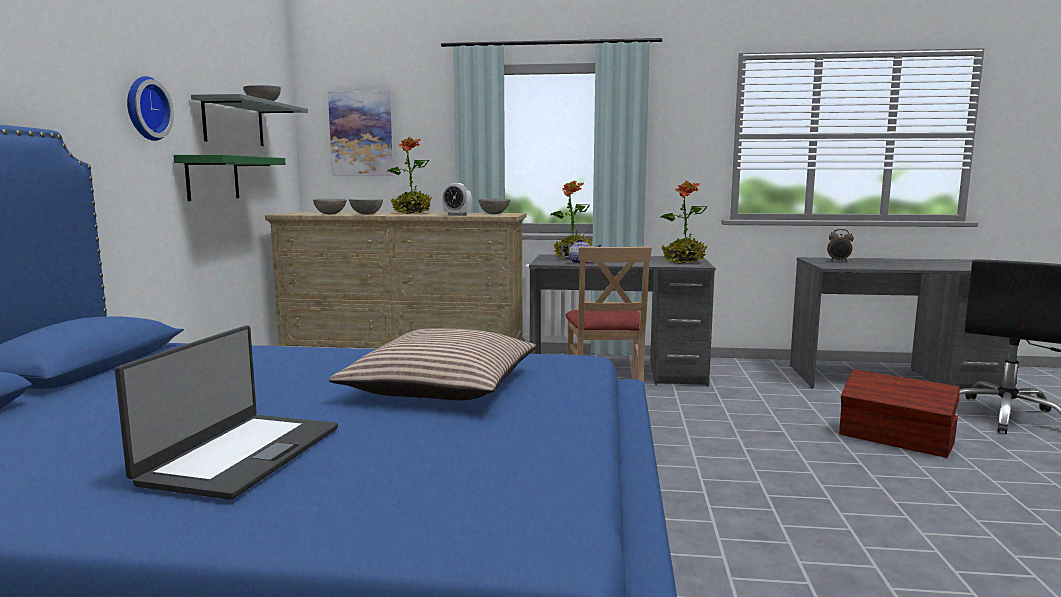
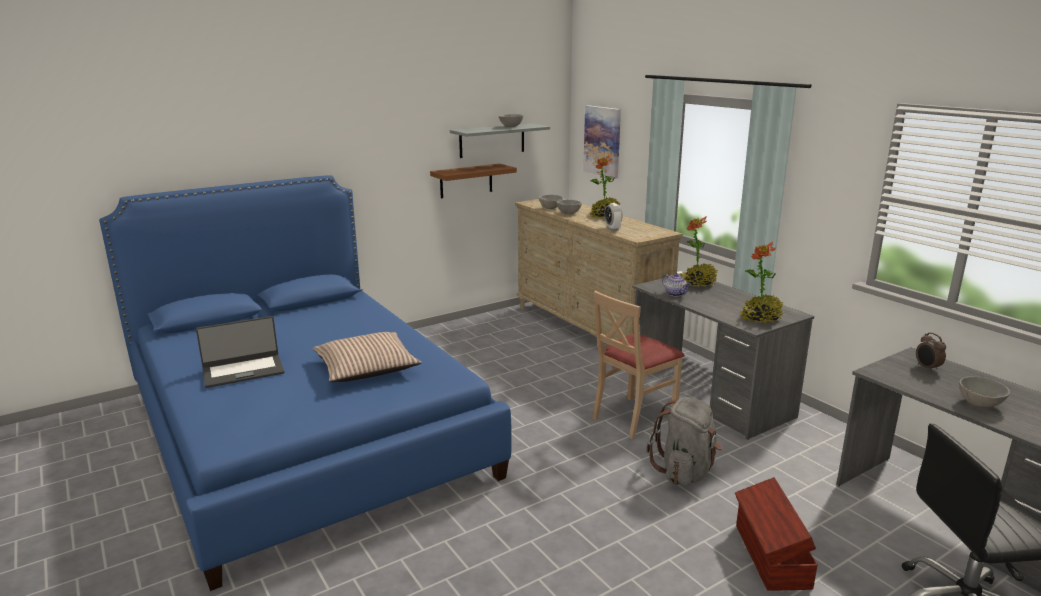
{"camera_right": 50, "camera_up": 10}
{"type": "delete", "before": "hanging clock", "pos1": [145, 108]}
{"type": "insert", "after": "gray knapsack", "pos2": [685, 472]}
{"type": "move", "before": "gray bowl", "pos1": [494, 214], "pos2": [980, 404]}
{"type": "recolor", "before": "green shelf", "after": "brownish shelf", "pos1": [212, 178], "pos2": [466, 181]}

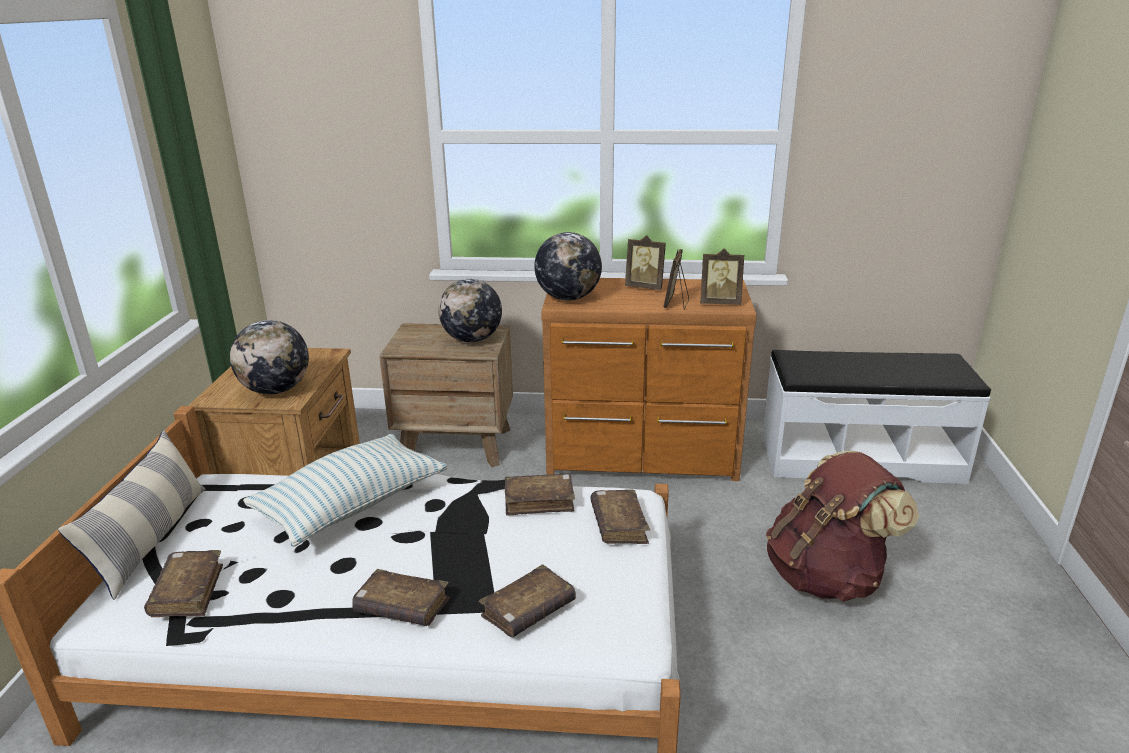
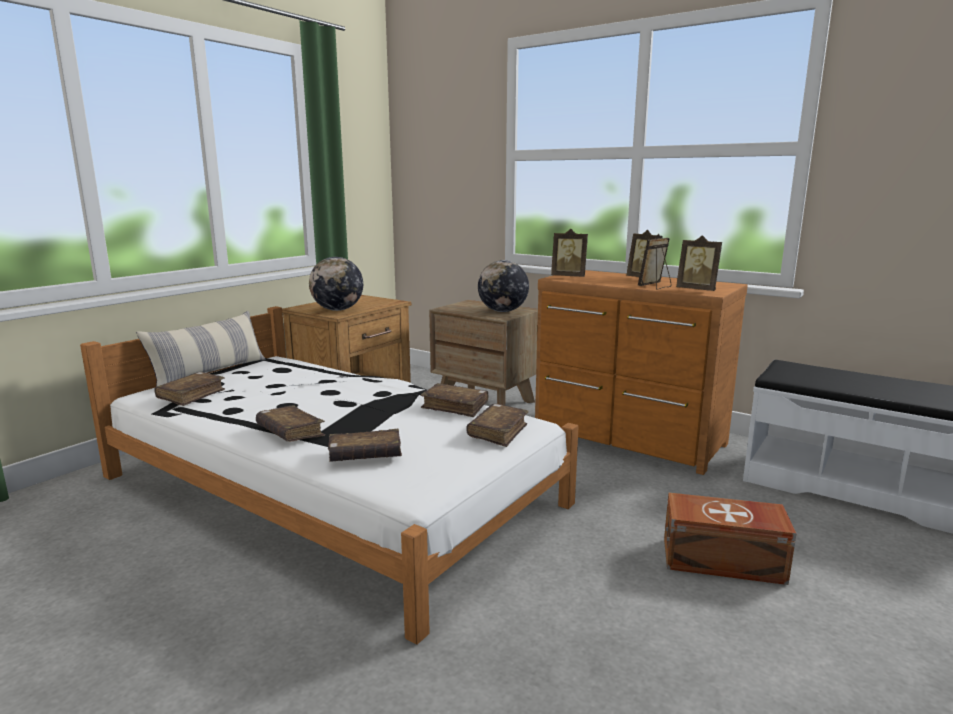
{"camera_right": 30, "camera_up": -10}
{"type": "delete", "before": "pillow", "pos1": [352, 505]}
{"type": "replace", "before": "desk globe", "after": "standing frame", "pos1": [568, 298], "pos2": [569, 277]}
{"type": "replace", "before": "brownish knapsack", "after": "brownish storage box", "pos1": [827, 576], "pos2": [724, 561]}

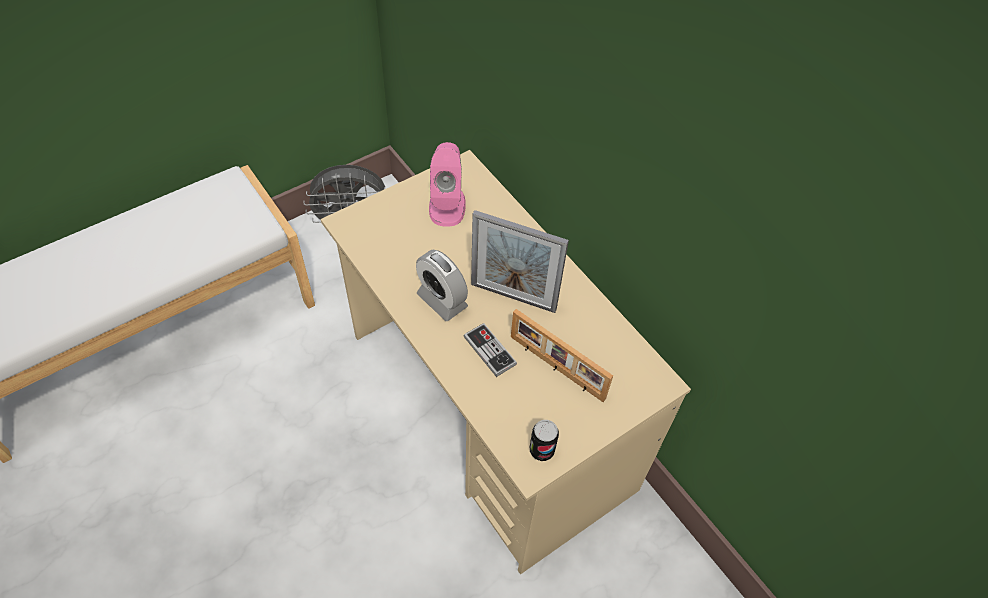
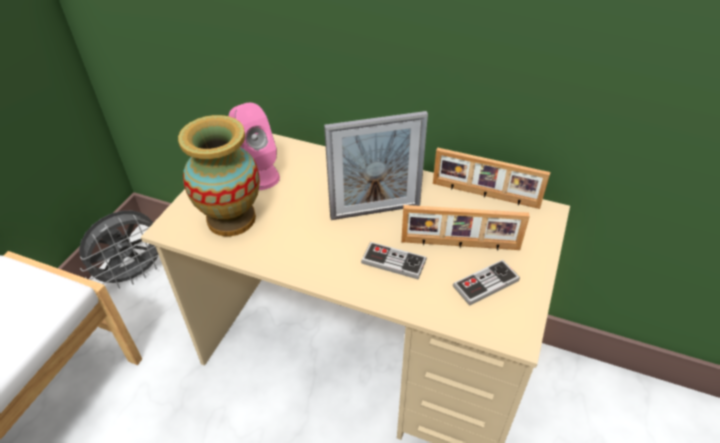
{"camera_right": -30, "camera_up": -10}
{"type": "delete", "before": "alarm clock", "pos1": [442, 300]}
{"type": "delete", "before": "sealed can", "pos1": [542, 450]}
{"type": "insert", "after": "vase", "pos2": [232, 219]}
{"type": "insert", "after": "standing frame", "pos2": [485, 195]}
{"type": "insert", "after": "gamepad", "pos2": [485, 283]}

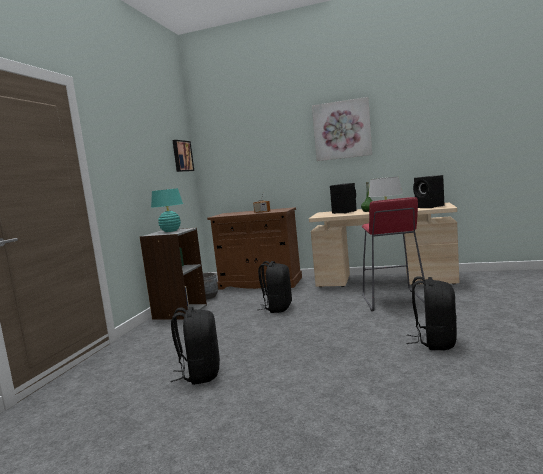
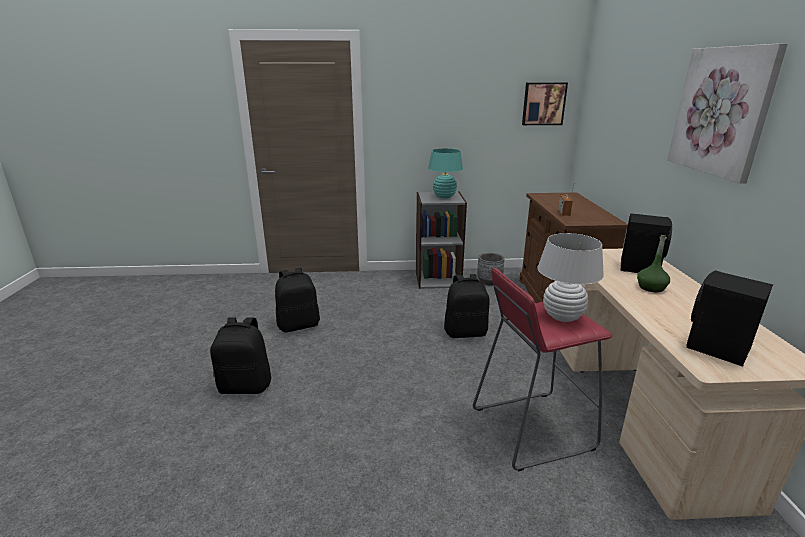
{"camera_right": 70, "camera_up": 15}
{"type": "move", "before": "blackish knapsack", "pos1": [434, 342], "pos2": [246, 386]}

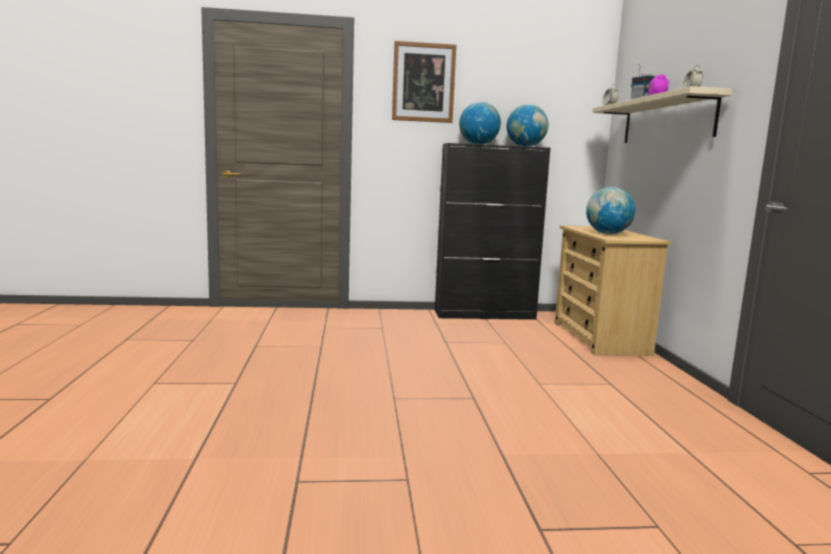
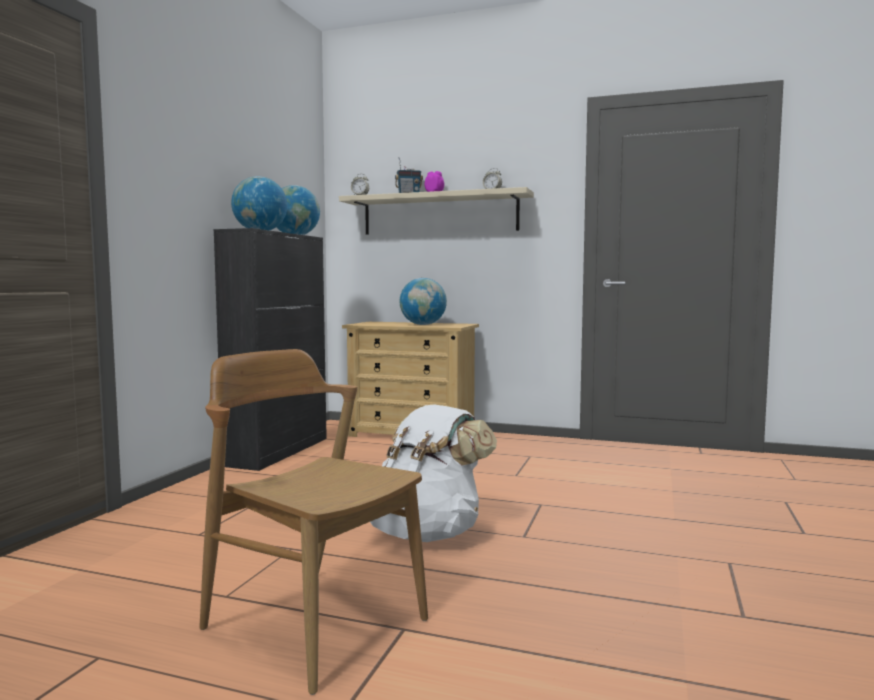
{"camera_right": -65, "camera_up": -5}
{"type": "delete", "before": "picture", "pos1": [423, 82]}
{"type": "insert", "after": "brownish chair", "pos2": [314, 623]}
{"type": "insert", "after": "white-coloured knapsack", "pos2": [427, 533]}

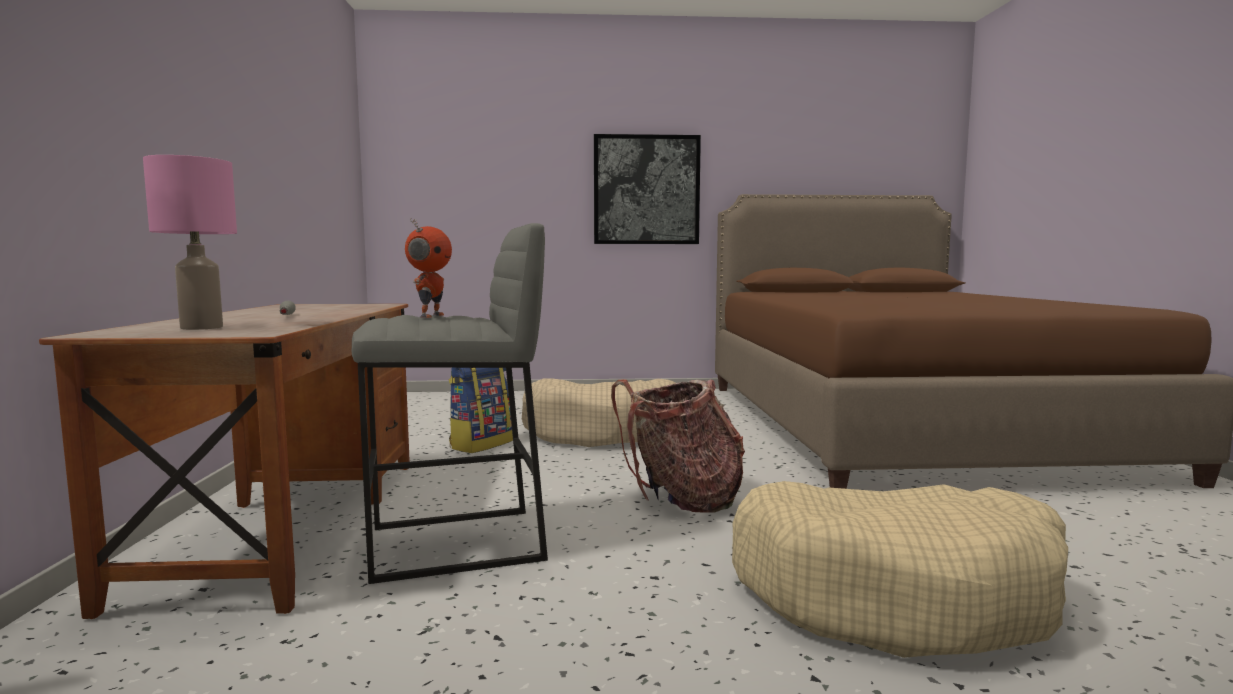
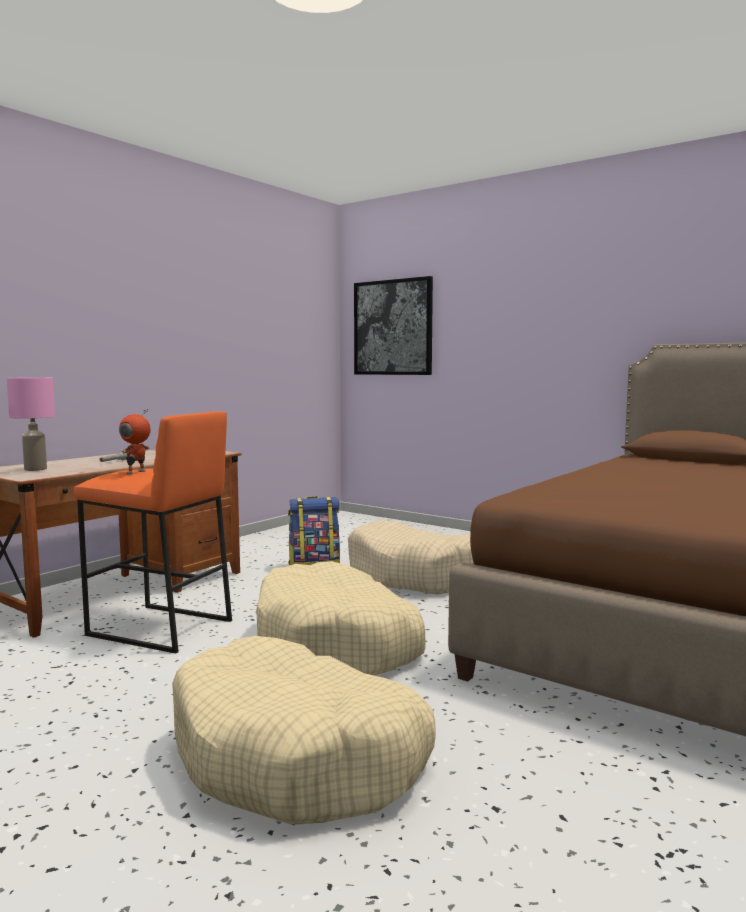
{"camera_right": 40, "camera_up": 0}
{"type": "move", "before": "picture", "pos1": [646, 190], "pos2": [393, 327]}
{"type": "replace", "before": "knapsack", "after": "sand-coloured dog cushion", "pos1": [681, 499], "pos2": [338, 643]}
{"type": "recolor", "before": "gray stool seat", "after": "orange stool seat", "pos1": [456, 544], "pos2": [159, 628]}
{"type": "rotate", "before": "robot figure", "pos1": [430, 316], "pos2": [137, 472], "turn": 150}

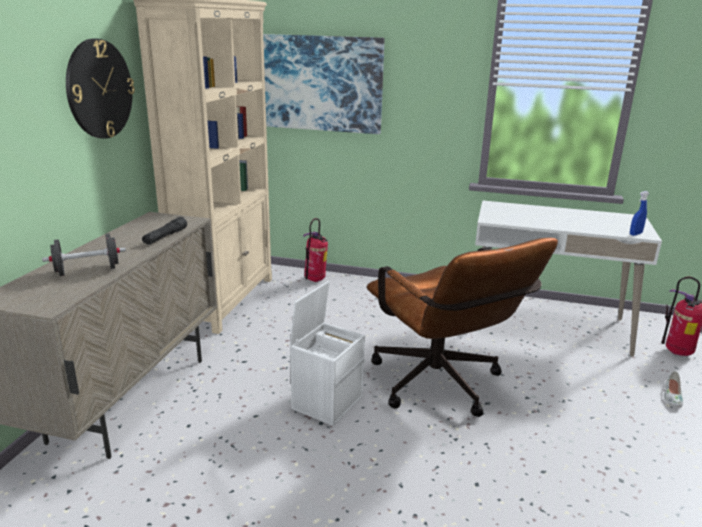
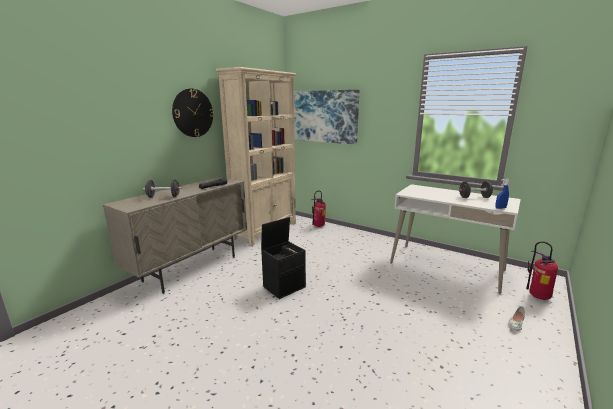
{"camera_right": 20, "camera_up": -5}
{"type": "delete", "before": "brownish computer chair", "pos1": [442, 387]}
{"type": "insert", "after": "blackish hand weight", "pos2": [474, 197]}
{"type": "recolor", "before": "white-coloured storage box", "after": "blackish storage box", "pos1": [327, 401], "pos2": [284, 286]}

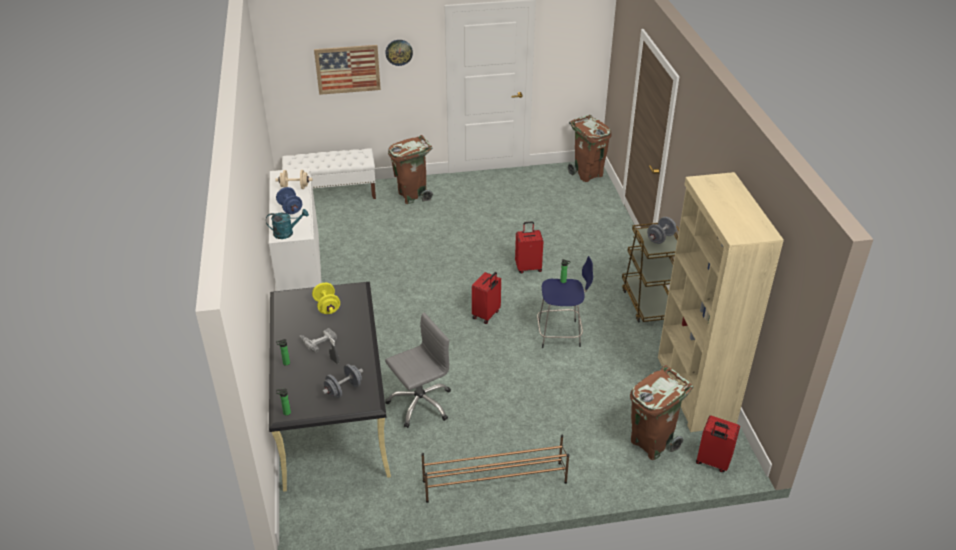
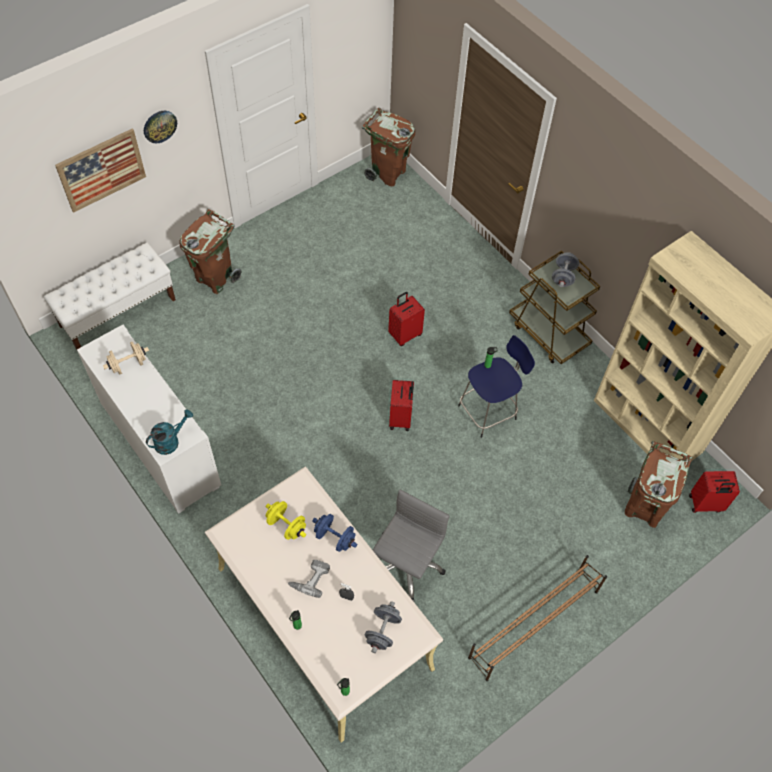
{"camera_right": -30, "camera_up": 20}
{"type": "move", "before": "bluish hand weight", "pos1": [290, 209], "pos2": [335, 538]}
{"type": "recolor", "before": "blackish desk table", "after": "sand-coloured desk table", "pos1": [332, 410], "pos2": [323, 617]}

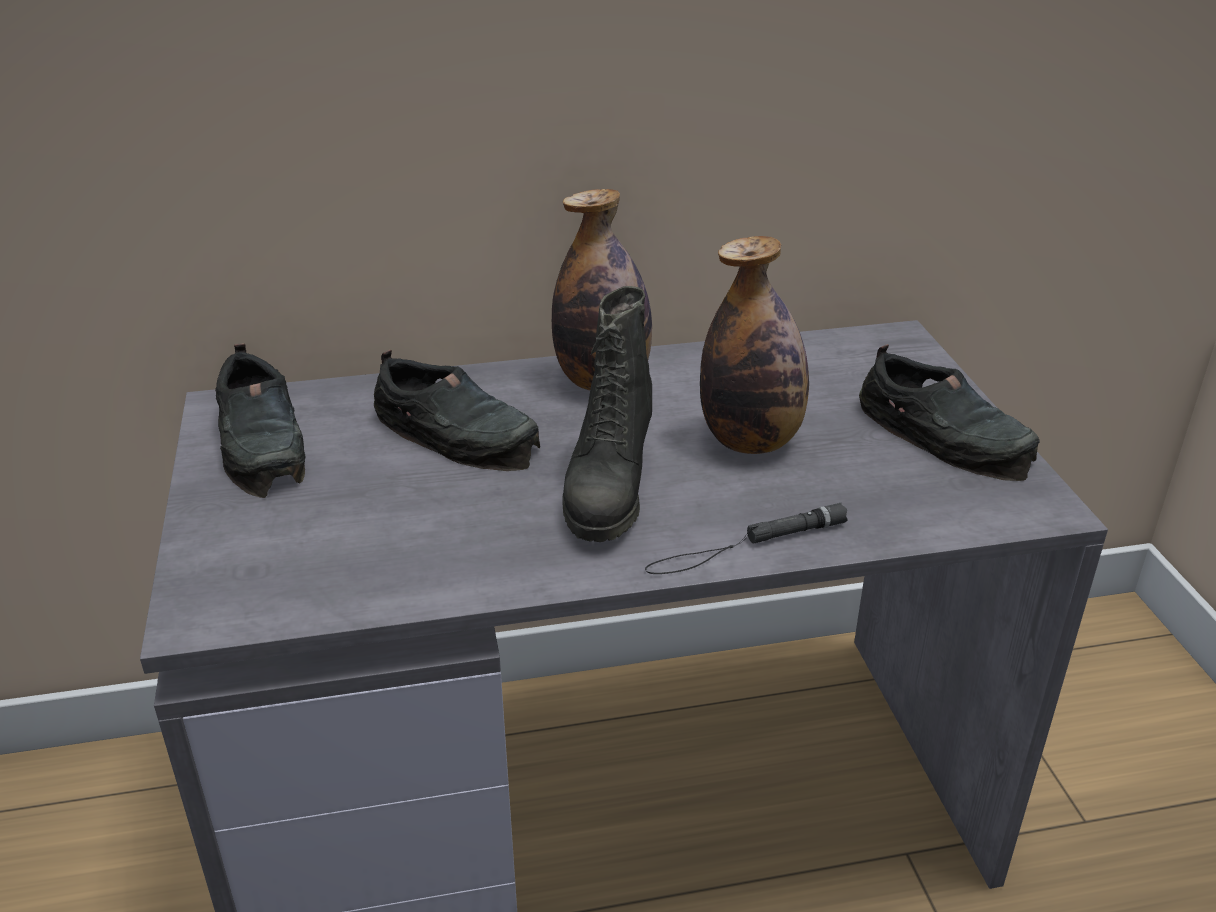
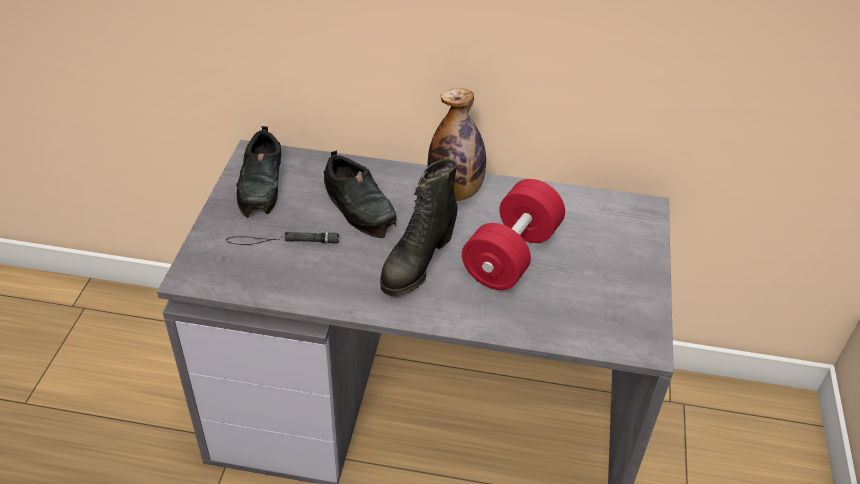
{"camera_right": 20, "camera_up": 10}
{"type": "delete", "before": "blackish item of footwear", "pos1": [945, 435]}
{"type": "move", "before": "blackish flashlight", "pos1": [746, 546], "pos2": [282, 241]}
{"type": "replace", "before": "bottle", "after": "reddish hand weight", "pos1": [751, 441], "pos2": [511, 255]}

